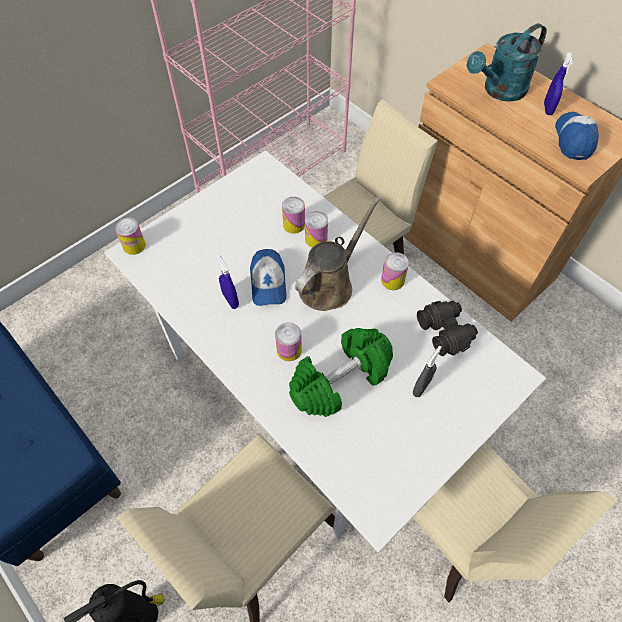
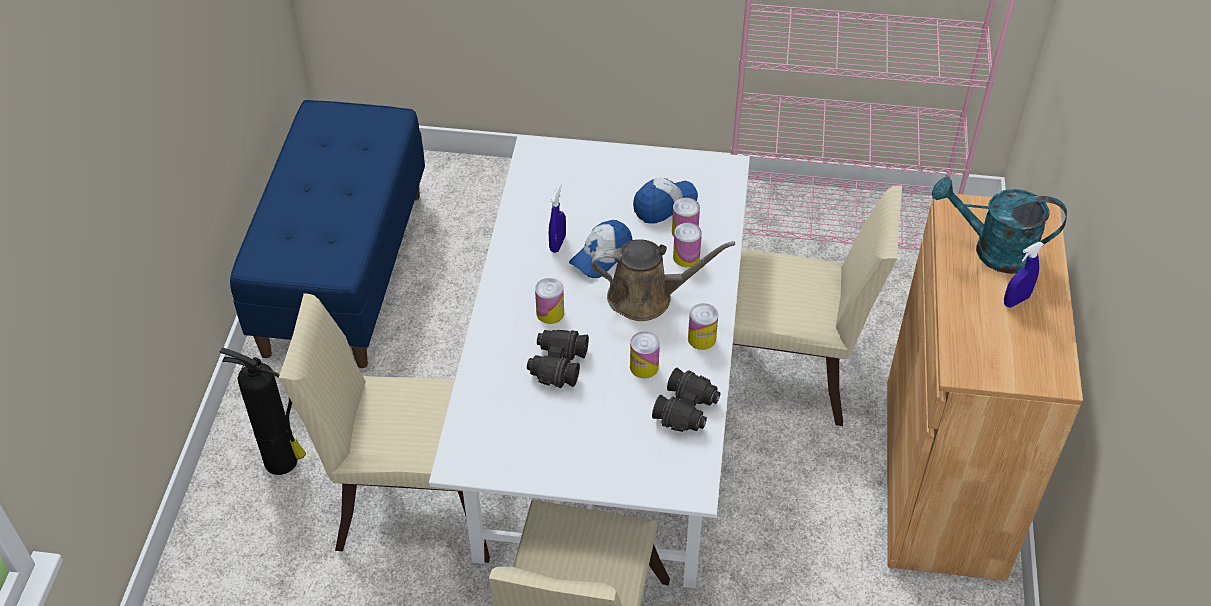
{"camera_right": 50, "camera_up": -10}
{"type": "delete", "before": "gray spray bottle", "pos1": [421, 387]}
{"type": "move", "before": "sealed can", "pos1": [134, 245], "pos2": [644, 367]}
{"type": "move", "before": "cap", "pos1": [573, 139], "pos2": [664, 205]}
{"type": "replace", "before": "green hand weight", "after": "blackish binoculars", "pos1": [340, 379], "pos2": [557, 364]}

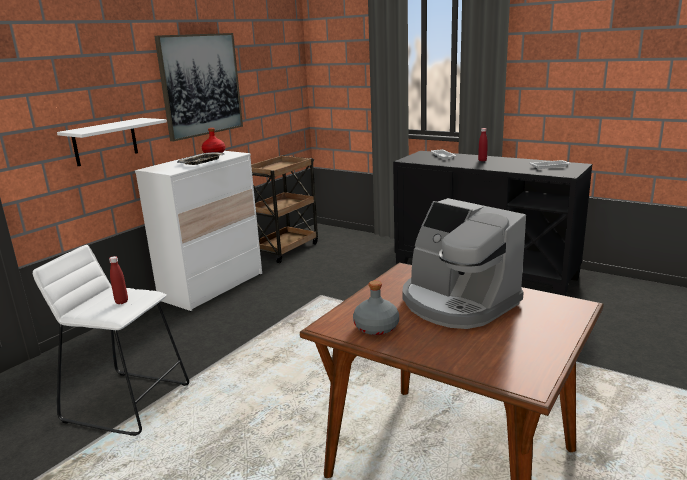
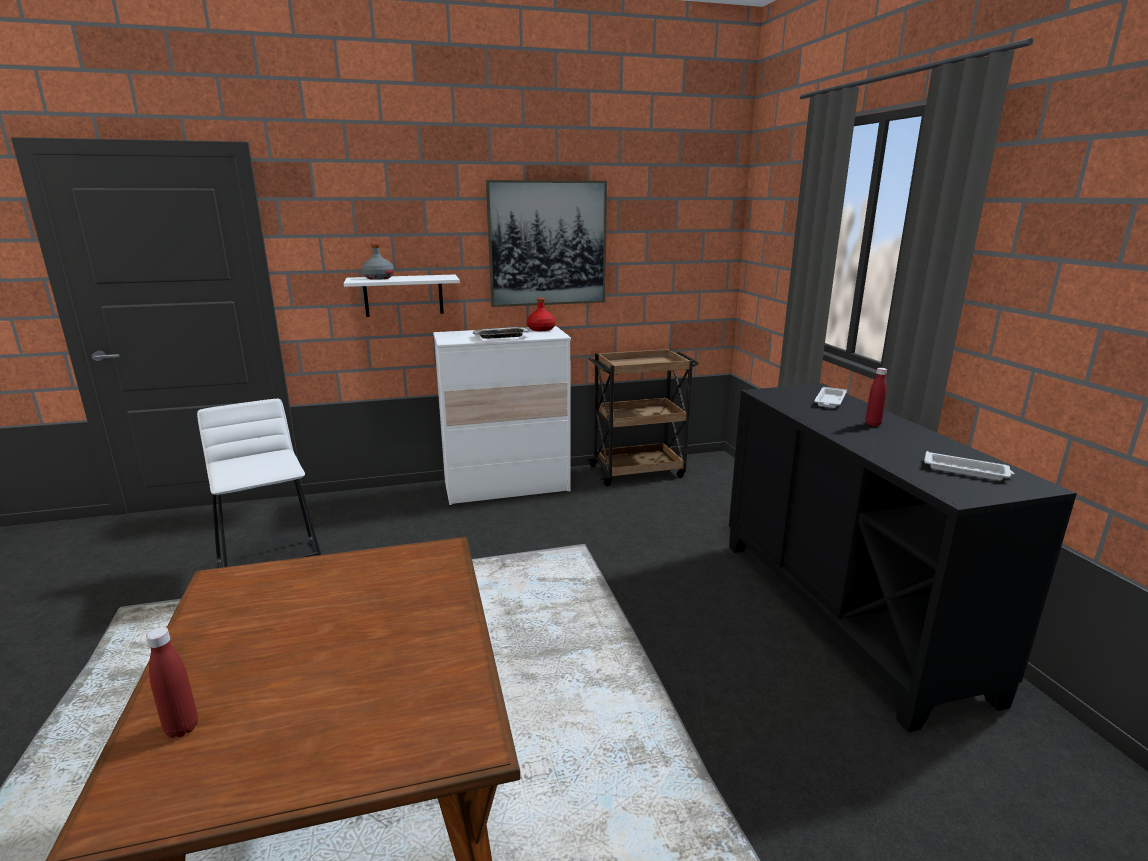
{"camera_right": 40, "camera_up": 0}
{"type": "delete", "before": "coffee machine", "pos1": [457, 302]}
{"type": "move", "before": "reddish bottle", "pos1": [121, 302], "pos2": [182, 728]}
{"type": "move", "before": "gray bottle", "pos1": [375, 327], "pos2": [378, 278]}

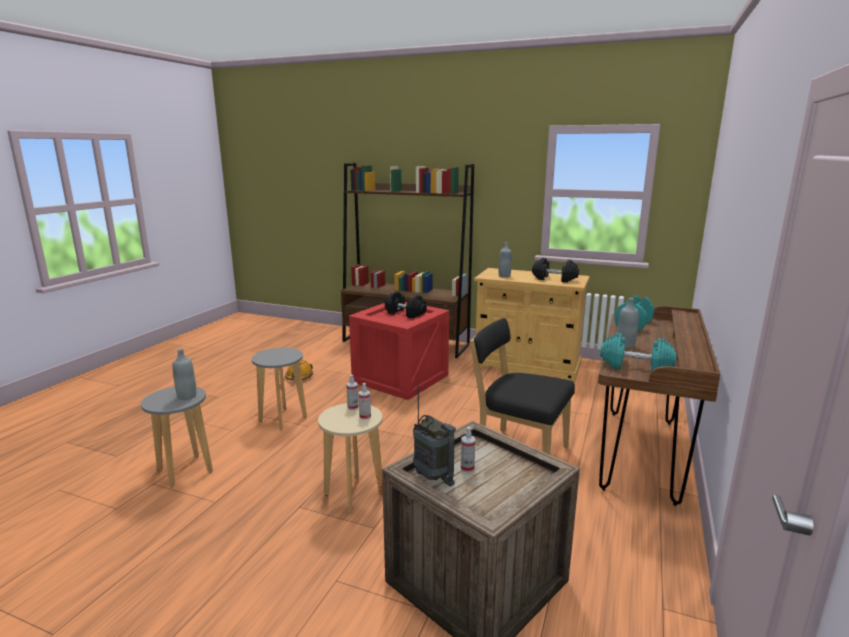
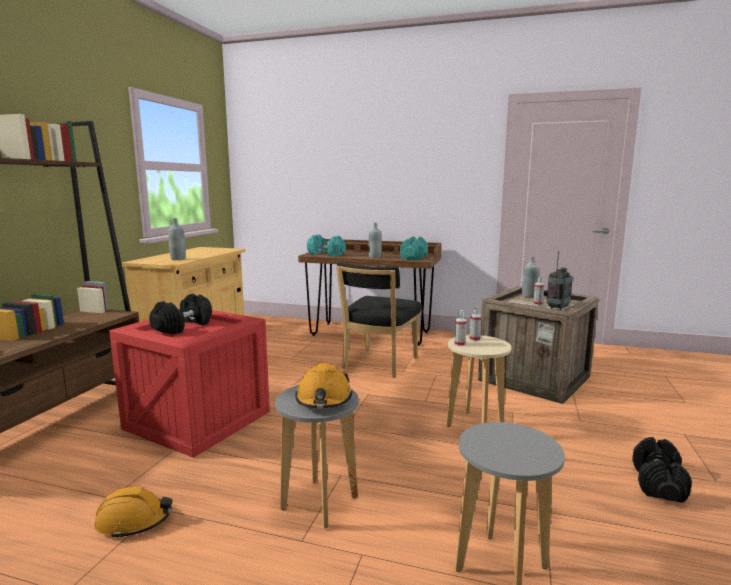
{"camera_right": -95, "camera_up": -5}
{"type": "insert", "after": "orange work helmet", "pos2": [324, 399]}
{"type": "move", "before": "gray bottle", "pos1": [187, 396], "pos2": [529, 296]}
{"type": "move", "before": "blackish hand weight", "pos1": [554, 279], "pos2": [657, 483]}

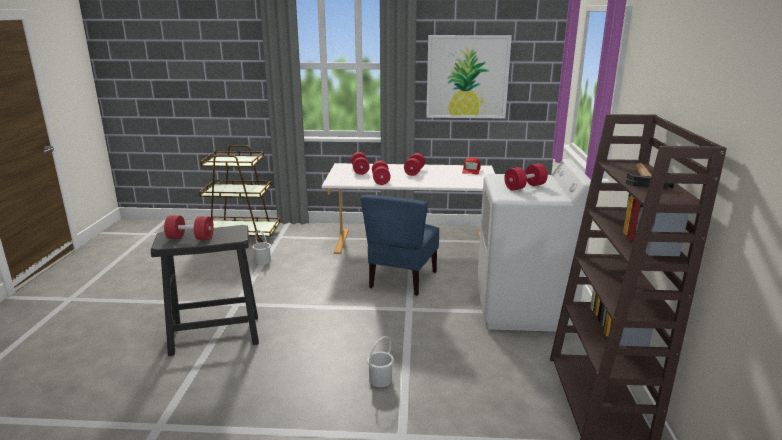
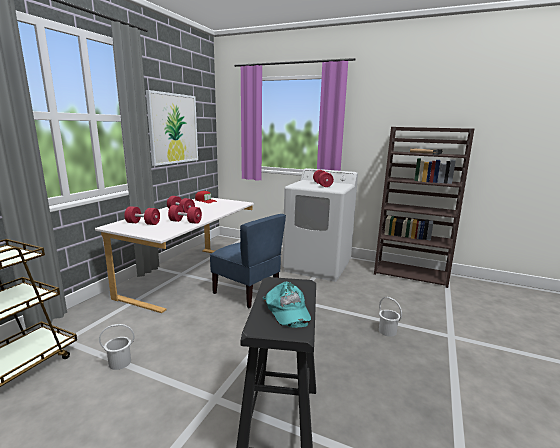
{"camera_right": -70, "camera_up": -5}
{"type": "replace", "before": "reddish hand weight", "after": "blue-green cap", "pos1": [190, 238], "pos2": [287, 310]}

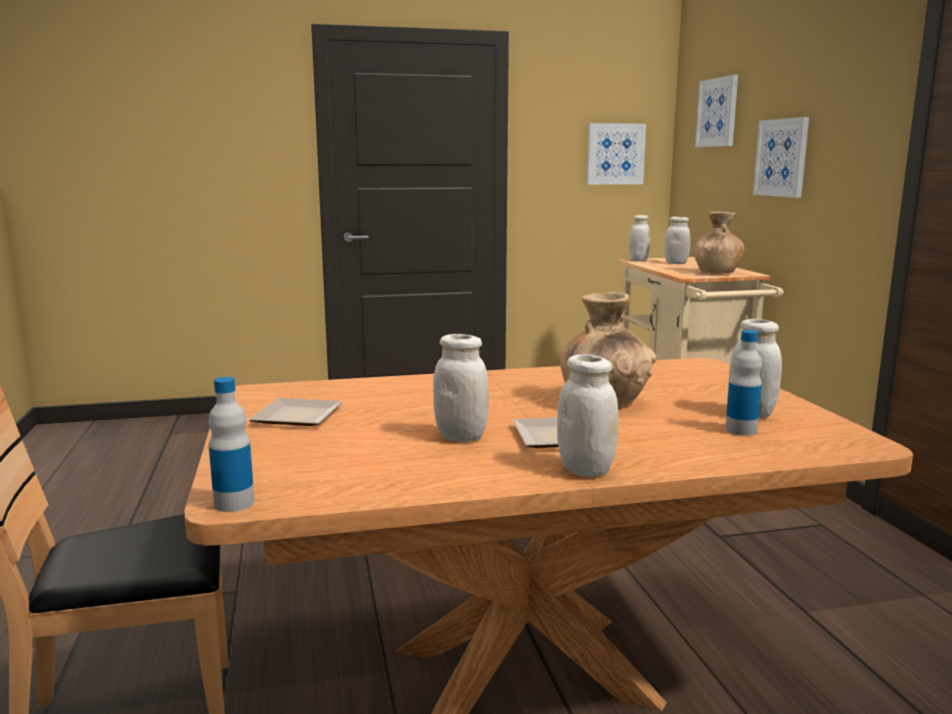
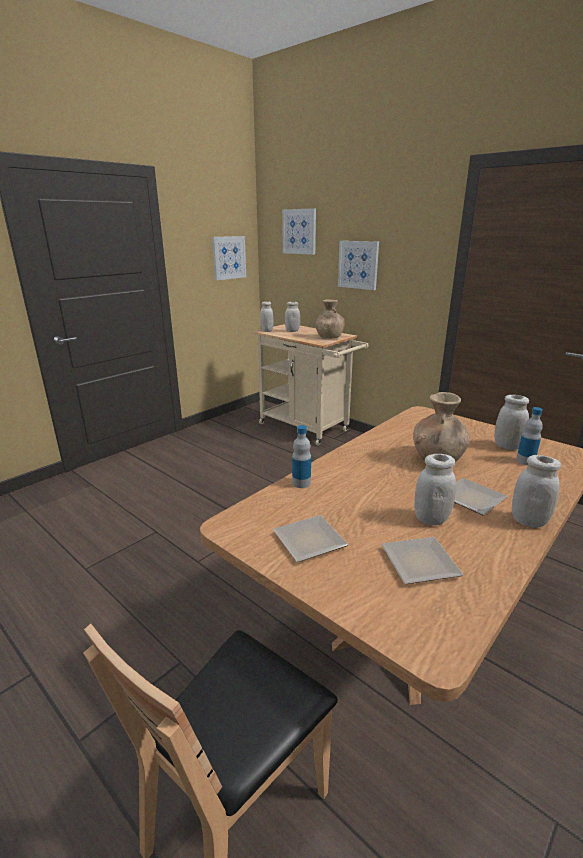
{"camera_right": -35, "camera_up": 10}
{"type": "insert", "after": "dinner plate", "pos2": [422, 564]}
{"type": "move", "before": "bottle", "pos1": [234, 503], "pos2": [301, 483]}

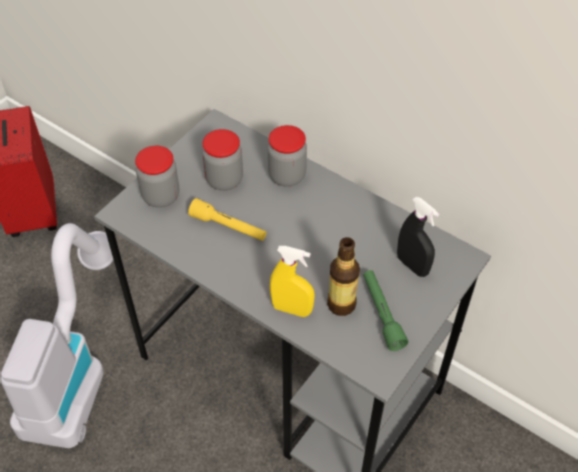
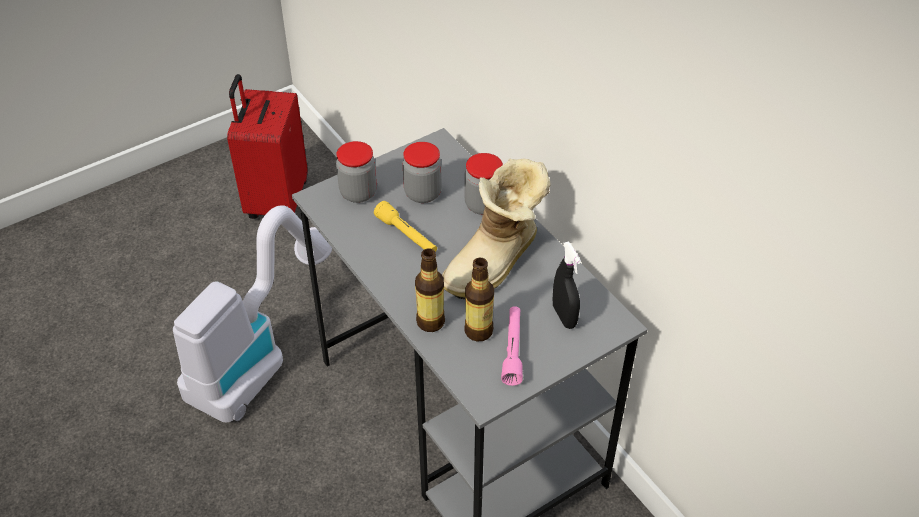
{"camera_right": 20, "camera_up": -5}
{"type": "insert", "after": "tall boot", "pos2": [496, 262]}
{"type": "replace", "before": "yellowish spray bottle", "after": "bottle", "pos1": [292, 309], "pos2": [430, 322]}
{"type": "recolor", "before": "green flashlight", "after": "pinkish flashlight", "pos1": [382, 313], "pos2": [513, 350]}

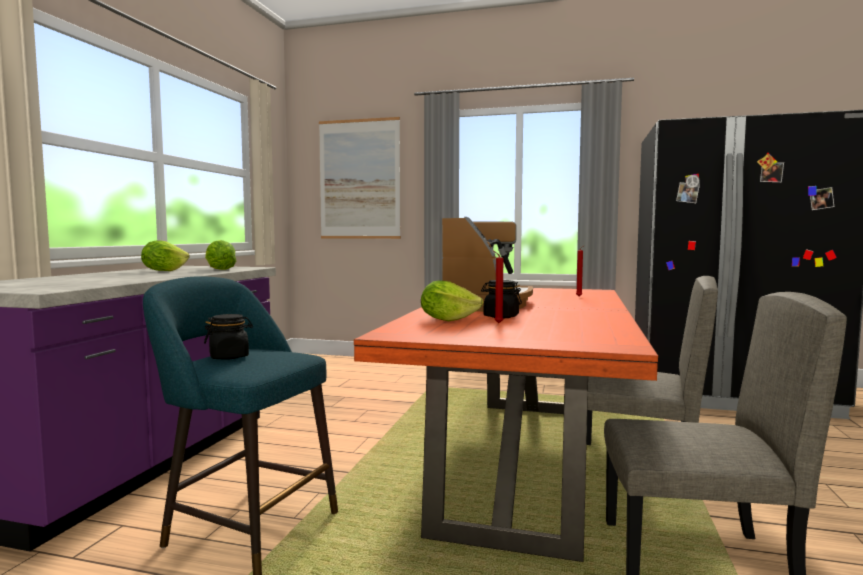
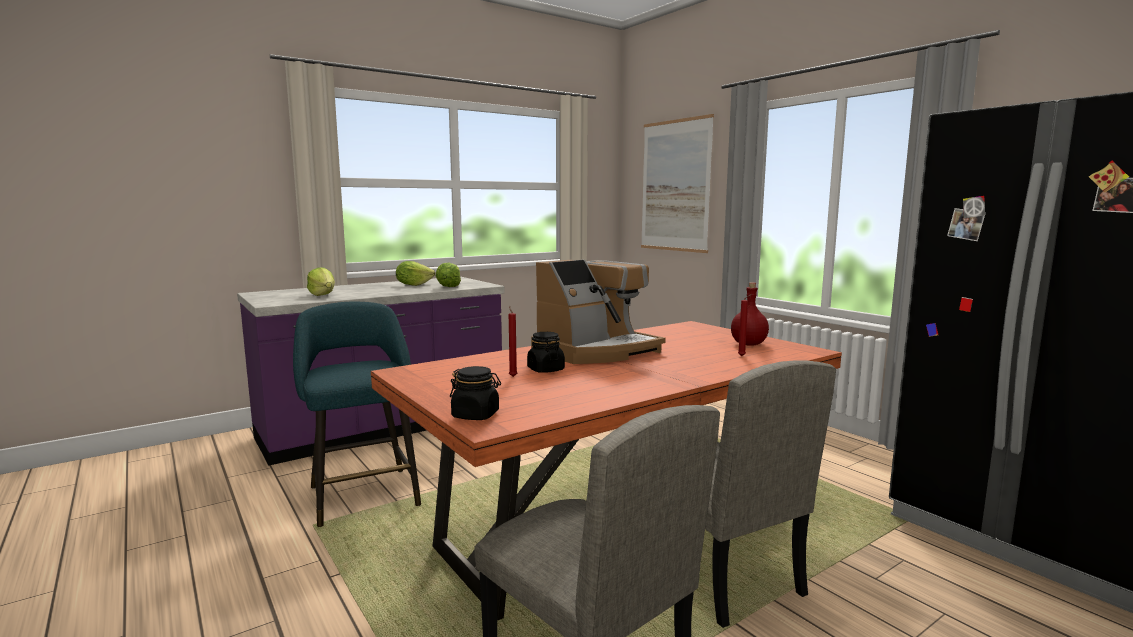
{"camera_right": 40, "camera_up": 5}
{"type": "insert", "after": "reddish bottle", "pos2": [749, 344]}
{"type": "move", "before": "blackish storage jar", "pos1": [229, 357], "pos2": [476, 415]}
{"type": "move", "before": "lettuce head", "pos1": [447, 320], "pos2": [323, 295]}

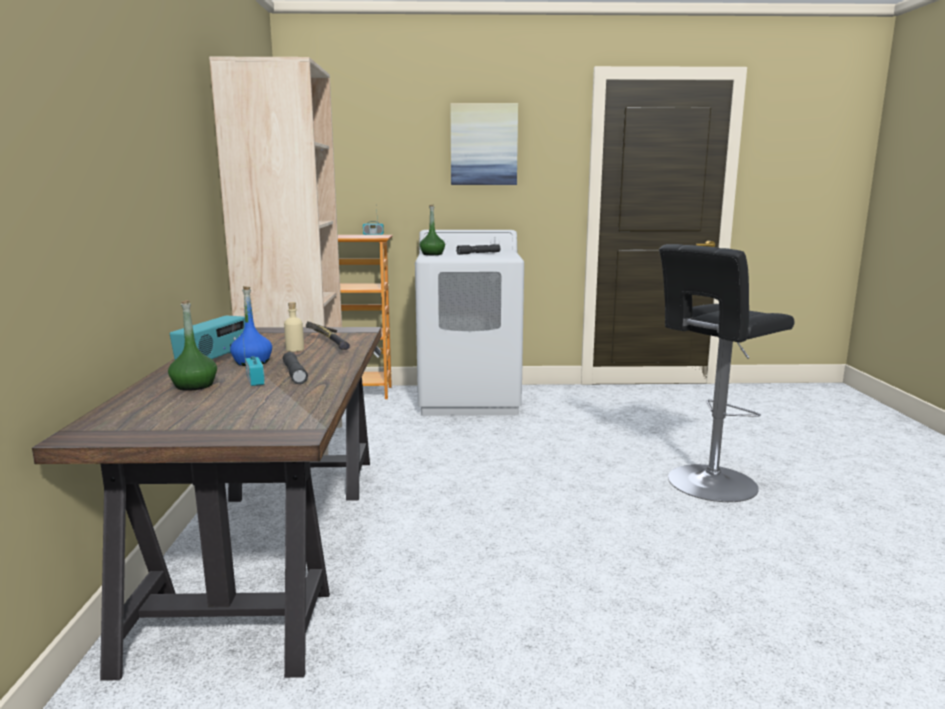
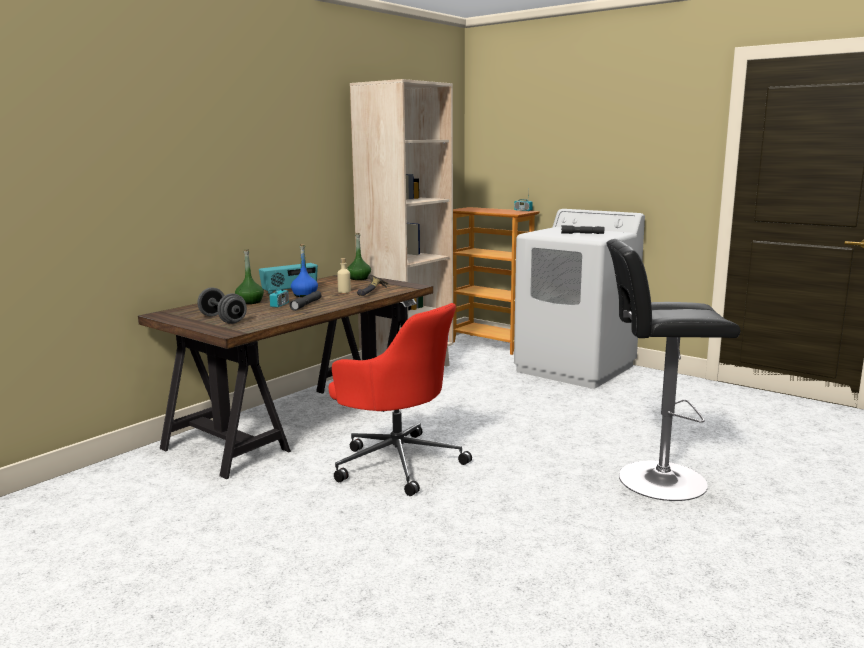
{"camera_right": 40, "camera_up": 0}
{"type": "delete", "before": "picture", "pos1": [483, 144]}
{"type": "insert", "after": "gray hand weight", "pos2": [222, 319]}
{"type": "insert", "after": "reddish computer chair", "pos2": [397, 462]}
{"type": "move", "before": "green bottle", "pos1": [432, 254], "pos2": [359, 278]}

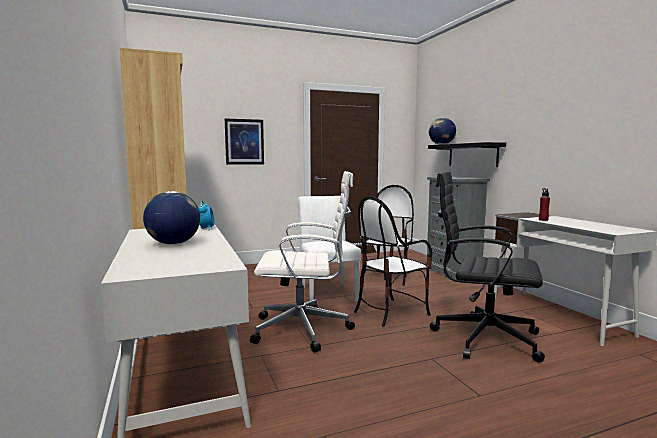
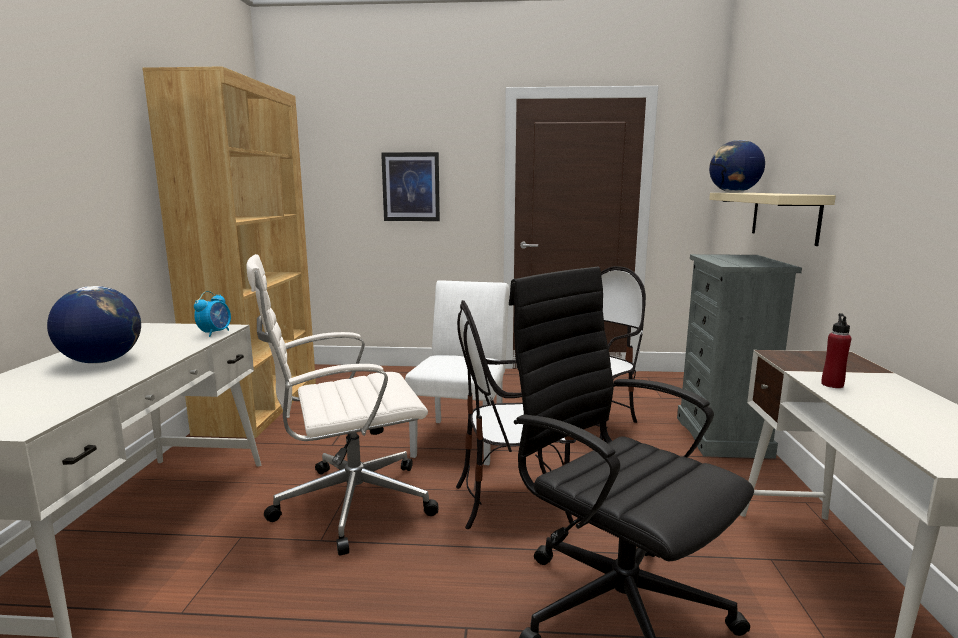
{"camera_right": 25, "camera_up": 5}
{"type": "recolor", "before": "blackish shelf", "after": "sand-coloured shelf", "pos1": [472, 155], "pos2": [784, 216]}
{"type": "rotate", "before": "white-coloured computer chair", "pos1": [304, 329], "pos2": [349, 503], "turn": 135}

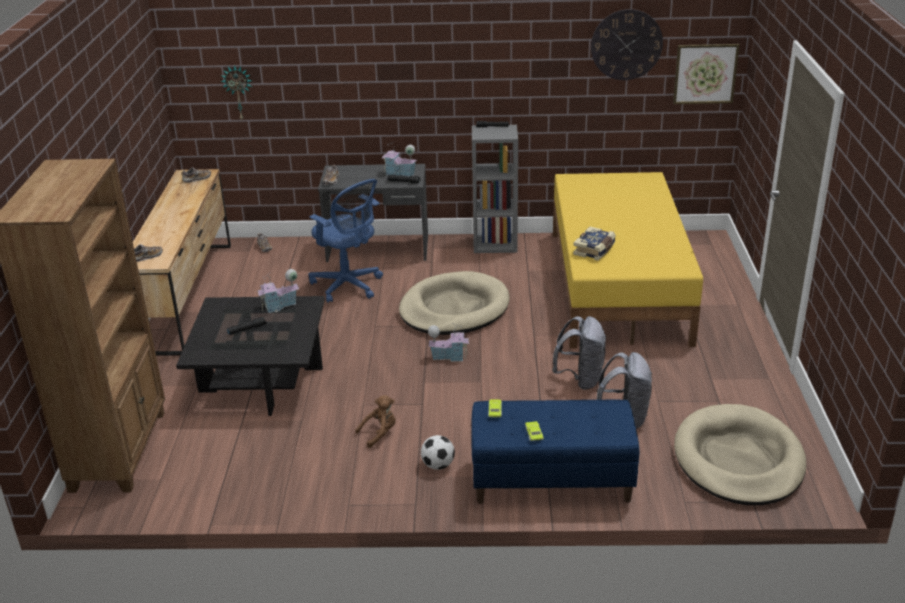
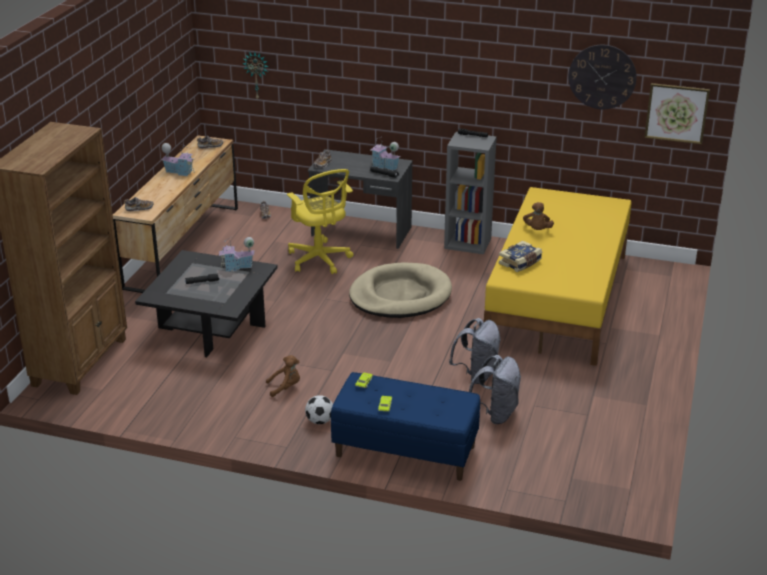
{"camera_right": 15, "camera_up": 0}
{"type": "delete", "before": "sand-coloured dog cushion", "pos1": [738, 460]}
{"type": "insert", "after": "brownish soft toy", "pos2": [537, 230]}
{"type": "move", "before": "toy house", "pos1": [449, 356], "pos2": [179, 172]}
{"type": "recolor", "before": "bluish computer chair", "after": "yellowish computer chair", "pos1": [348, 286], "pos2": [320, 260]}

